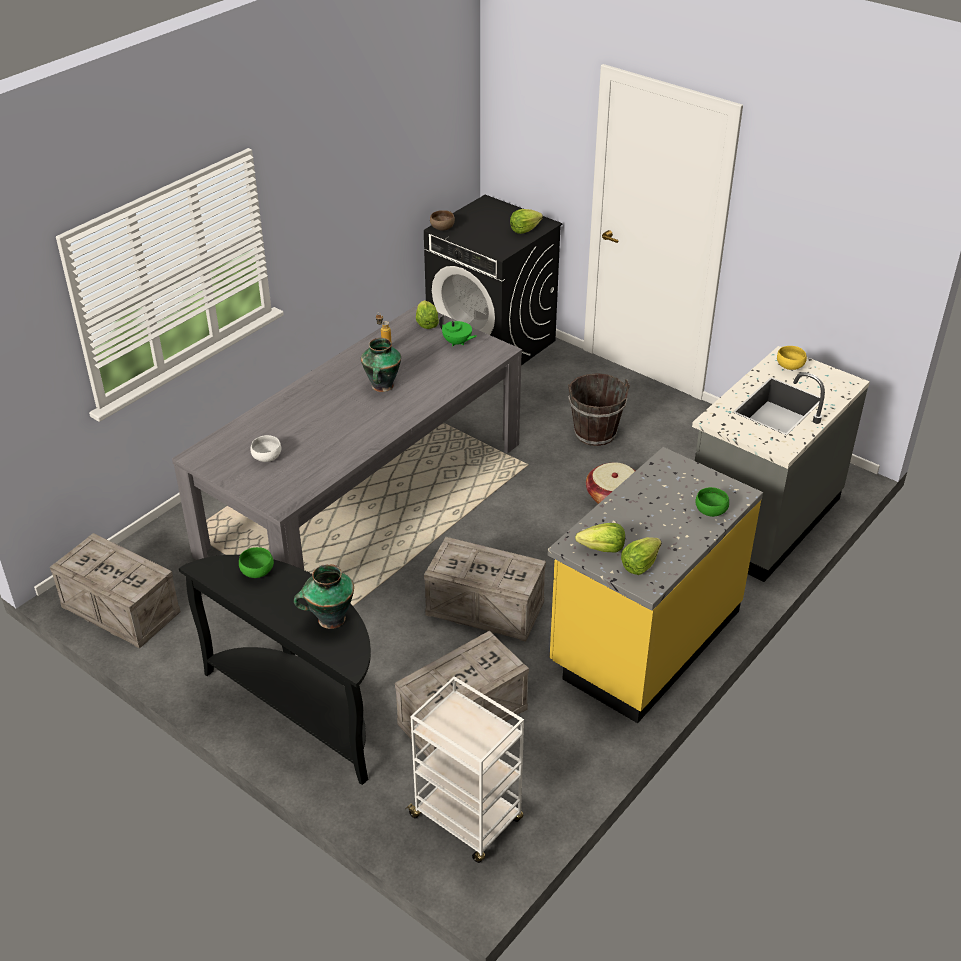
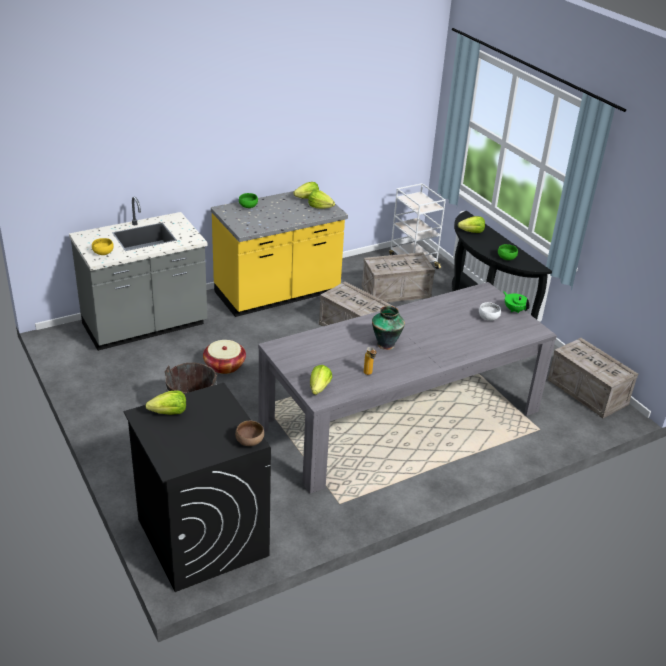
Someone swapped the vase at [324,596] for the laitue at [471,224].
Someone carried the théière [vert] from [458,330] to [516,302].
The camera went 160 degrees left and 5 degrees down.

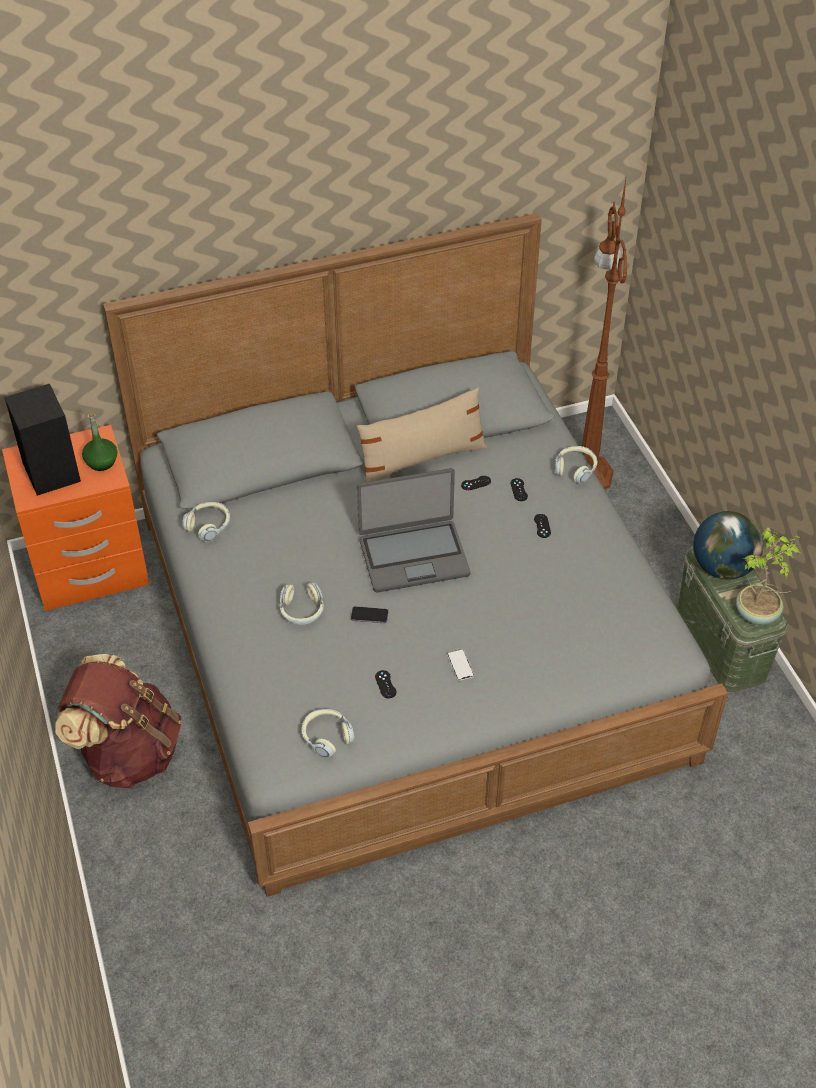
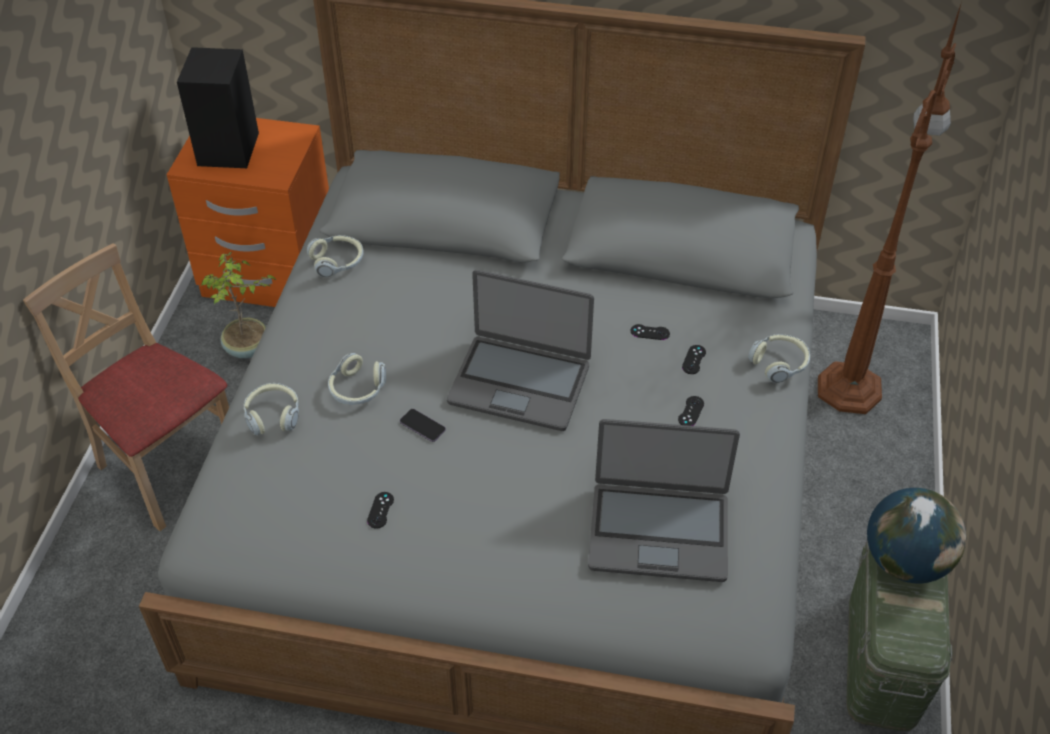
Someone swapped the sac à dos [marron] at [118,721] for the chaise [beige] at [126,387].
Someone carried the plante en pot from [768,576] to [239,305].
Someone carried the casque audio from [327,733] to [271,409].
Someone put down the ordinateur portable at [664,500].
Someone took away the bouteille [vert] at [100,441].
Someone took away the coussin [beige] at [422,434].
Someone took away the téléphone at [461,665].
The camera went 30 degrees right and 0 degrees up.

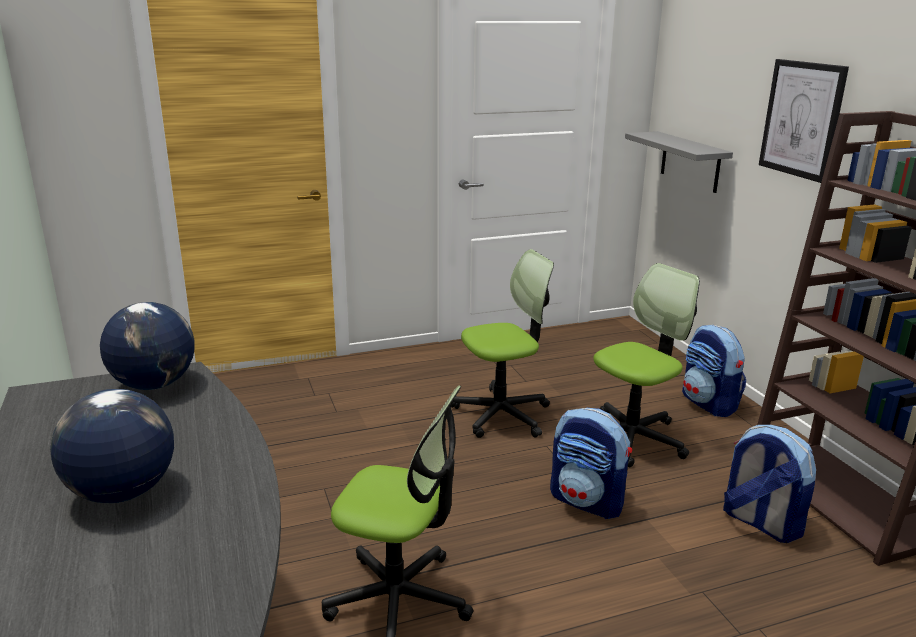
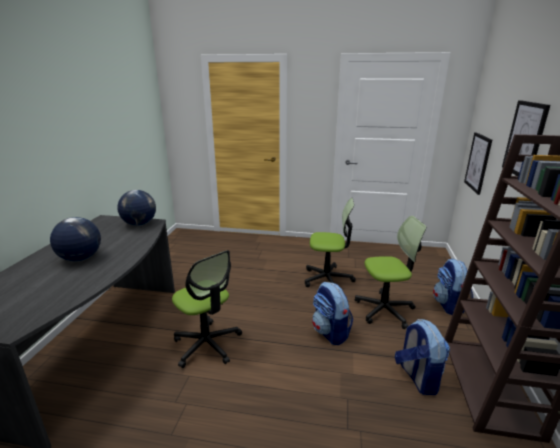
Someone swapped the étagère [gris] at [679,162] for the tableau at [478,163].
The camera went 30 degrees right and 0 degrees up.

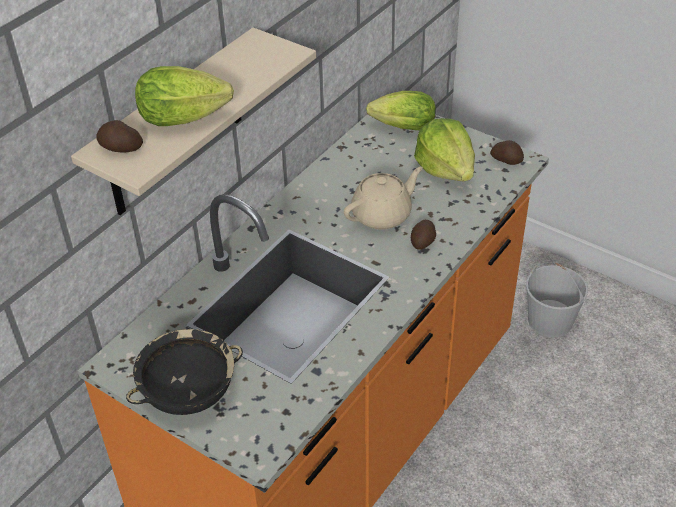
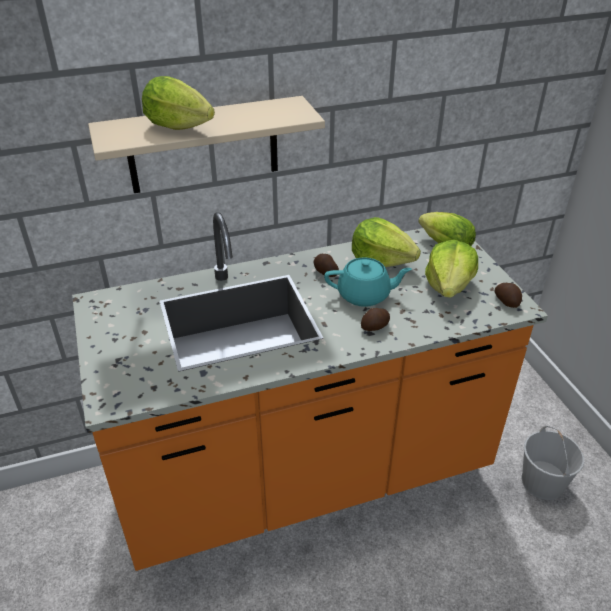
Someone carried the pomme de terre from [119,136] to [326,265].
Someone repainted the théière [beige] at [383,198], which became the théière [turquoise] at [368,282].
Someone put down the laitue at [386,242].
Someone took away the bol [noir] at [184,372].
The camera went 35 degrees right and 5 degrees down.

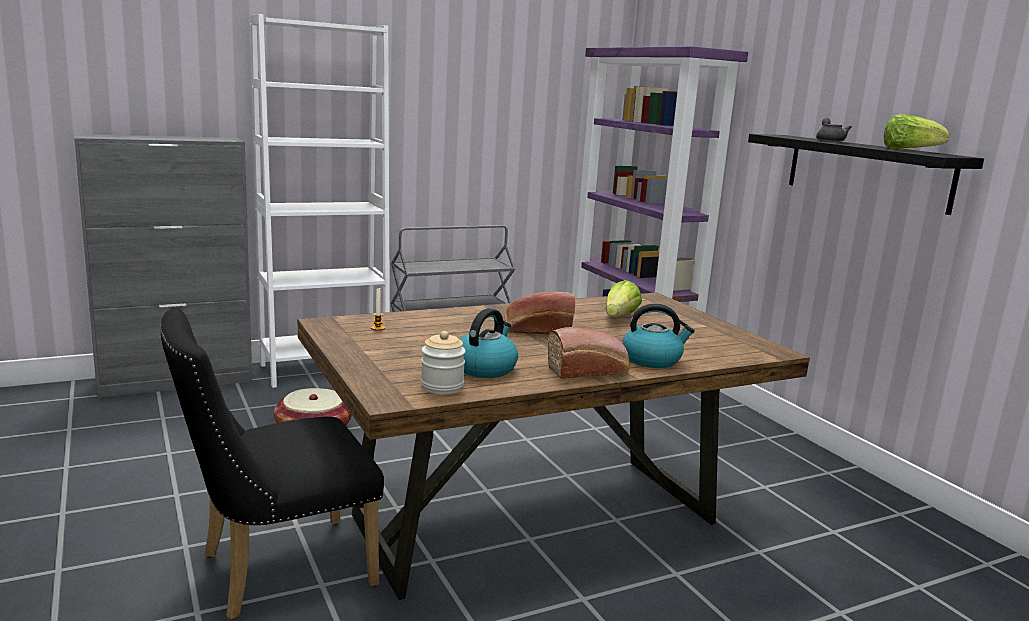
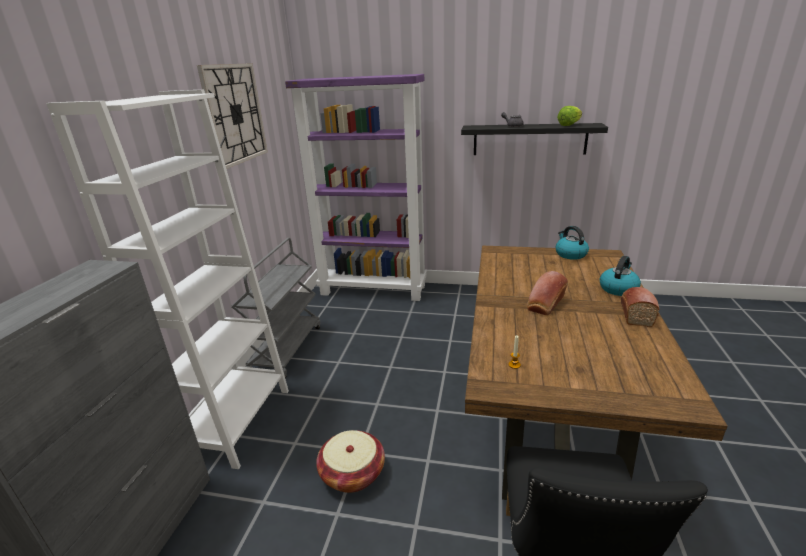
Someone put up the horloge murale at [232,116].
Someone carried the bouilloire from [489,343] to [572,243].
Someone took away the bocal at [443,362].
Someone took away the laitue at [623,298].
The camera went 50 degrees left and 10 degrees up.

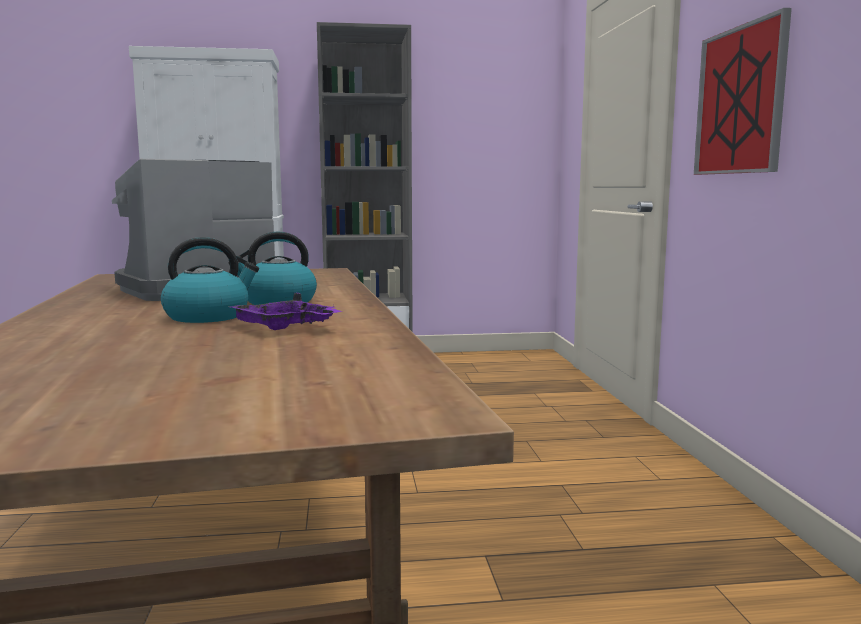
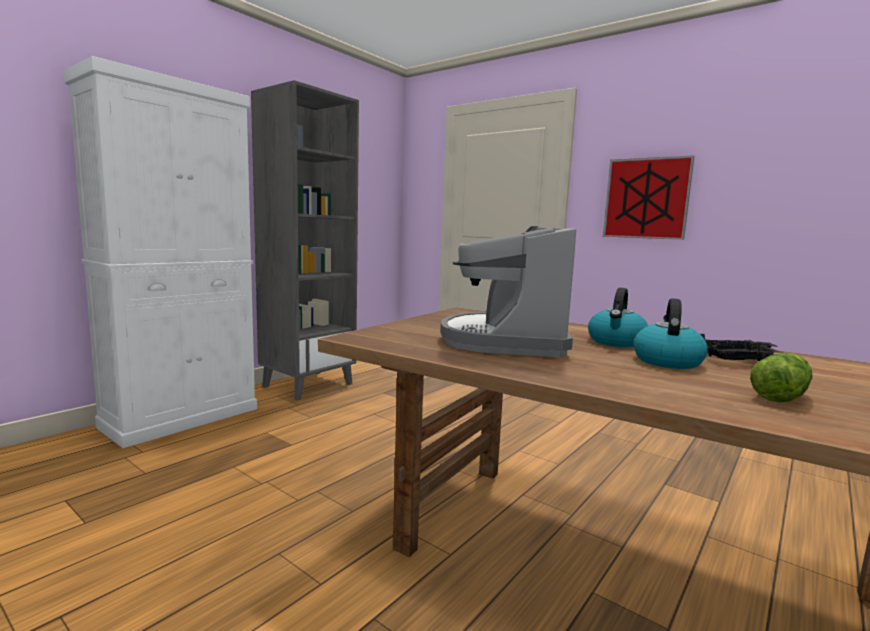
Someone repainted the plateau [violet] at [286,311], which became the plateau [noir] at [742,347].
Someone put down the laitue at [781,378].
The camera went 45 degrees left and 0 degrees up.

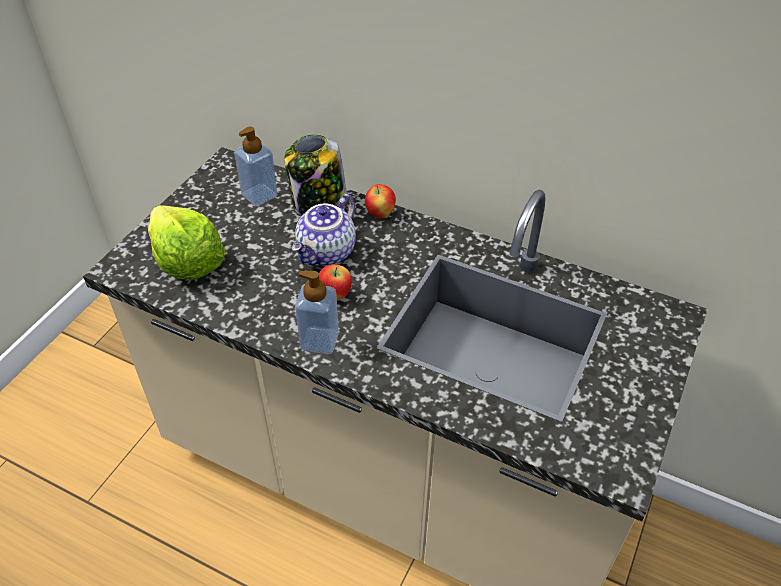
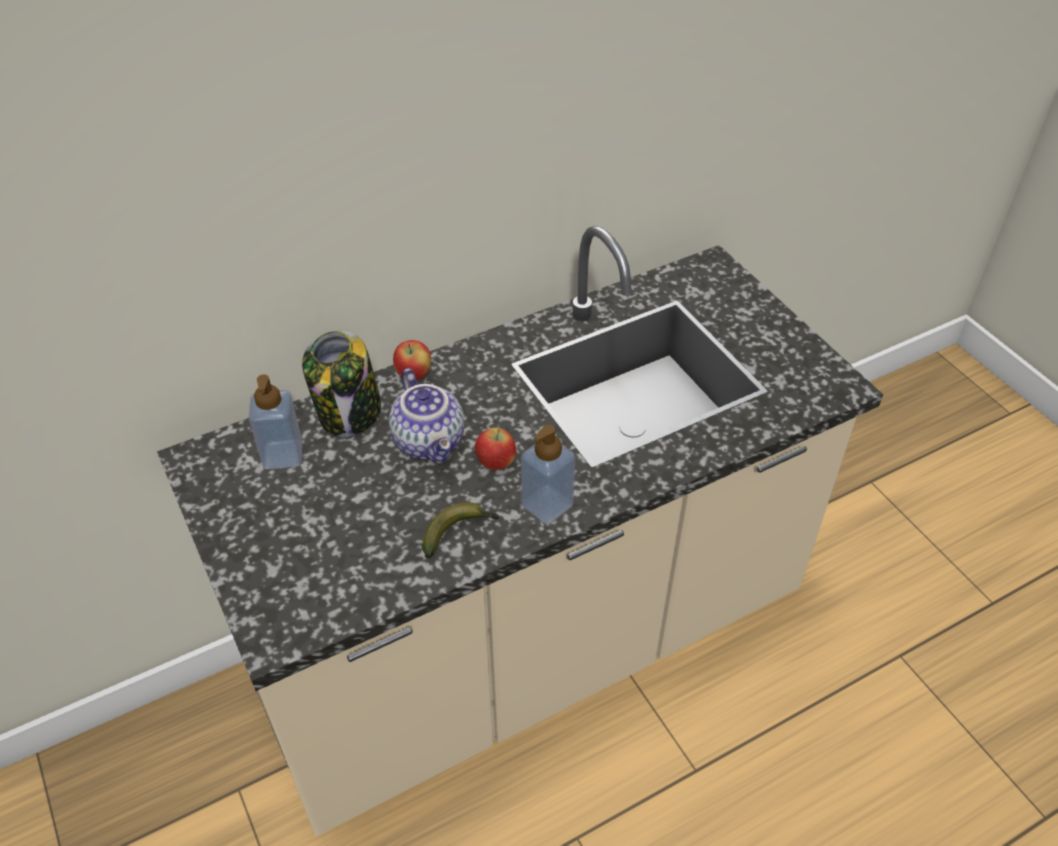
Someone put down the banane at [461,530].
Someone took away the laitue at [186,242].
The camera went 55 degrees left and 0 degrees up.

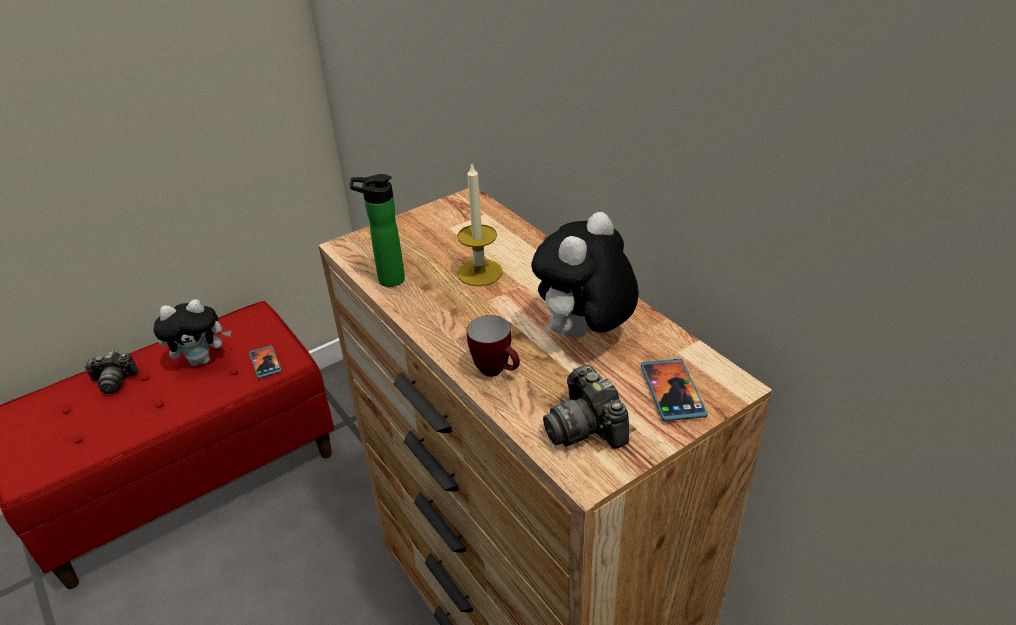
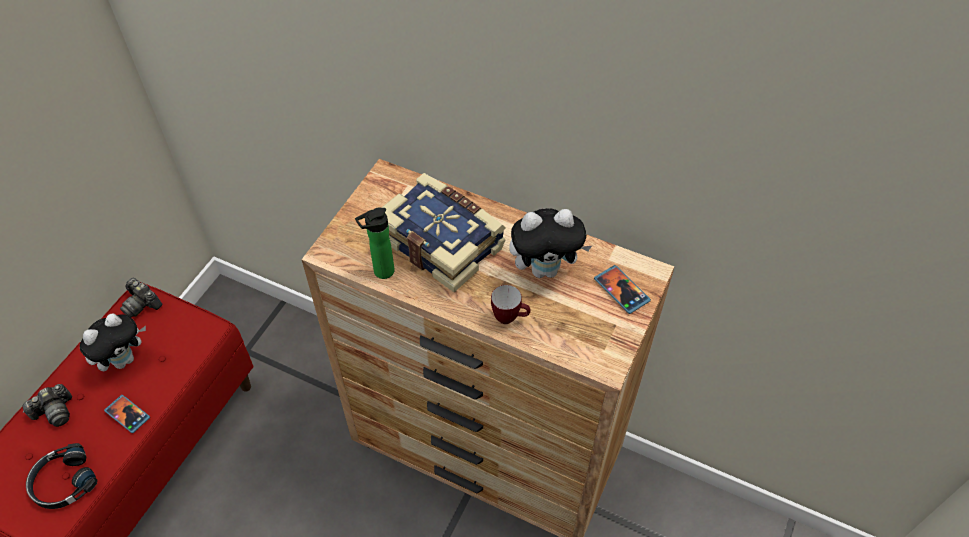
Someone put down the casque audio [noir] at [62,476].
Someone carried the téléphone from [265,361] to [127,414].
Someone carried the appareil photo from [586,406] to [141,297].
Someone swapped the bougie at [480,224] for the livre at [443,232].
Someone rotated the peluche at [585,275] by 105 degrees counterclockwise.
The camera went 30 degrees left and 15 degrees up.

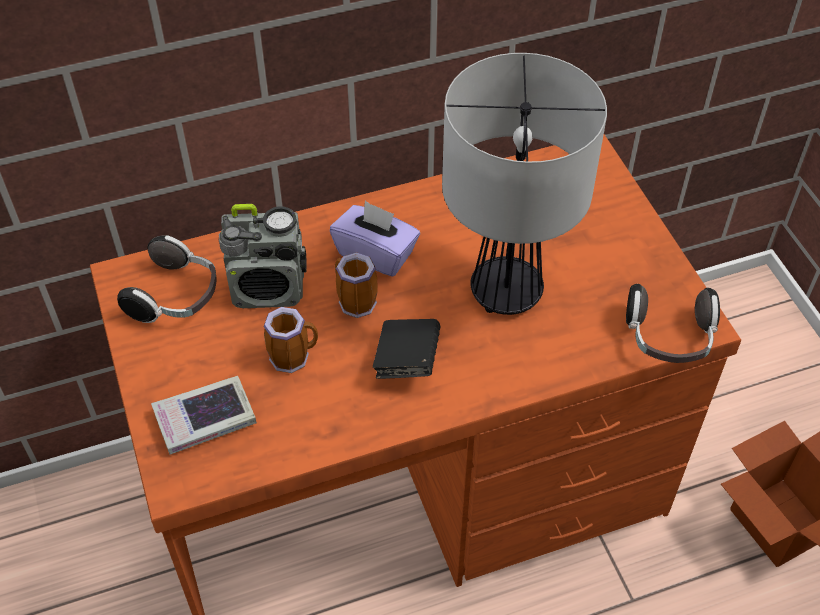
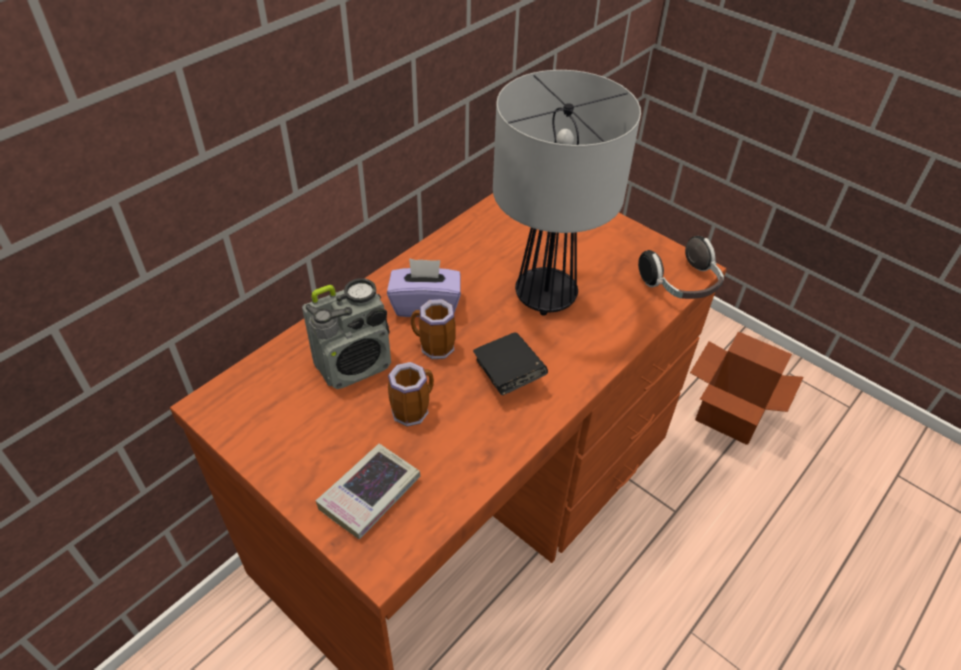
Someone took away the casque audio at [166,279].
The camera went 30 degrees left and 5 degrees down.

